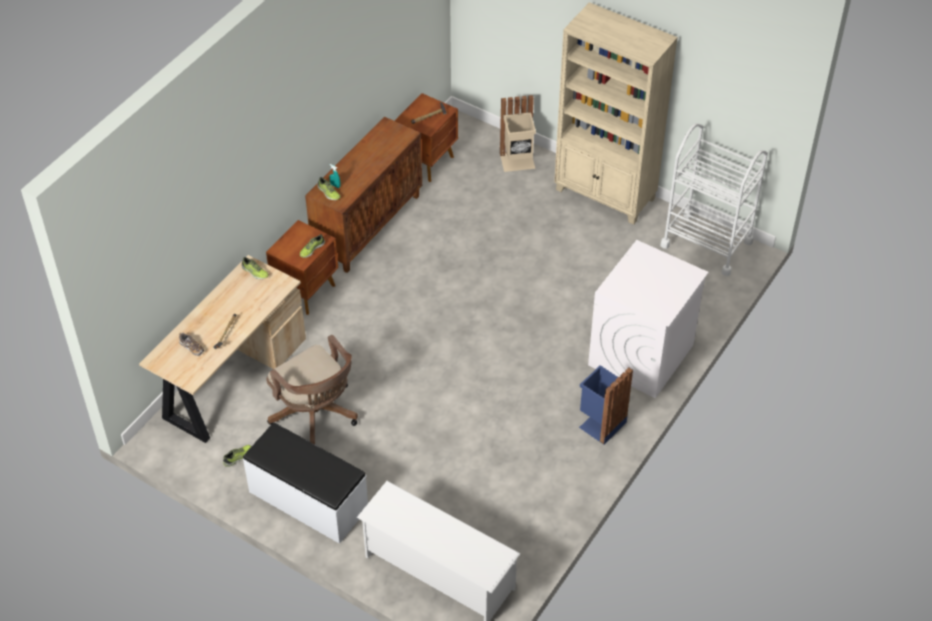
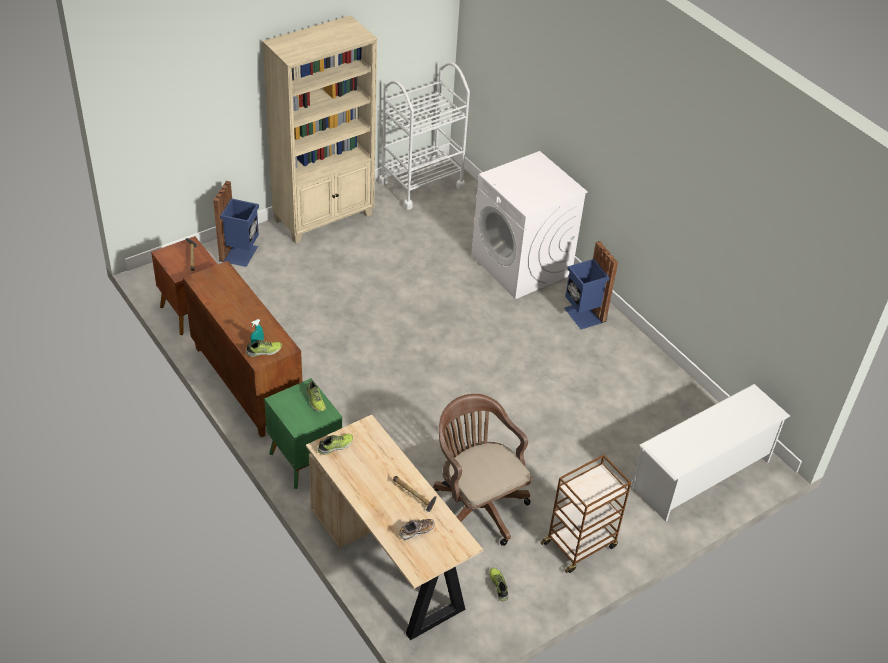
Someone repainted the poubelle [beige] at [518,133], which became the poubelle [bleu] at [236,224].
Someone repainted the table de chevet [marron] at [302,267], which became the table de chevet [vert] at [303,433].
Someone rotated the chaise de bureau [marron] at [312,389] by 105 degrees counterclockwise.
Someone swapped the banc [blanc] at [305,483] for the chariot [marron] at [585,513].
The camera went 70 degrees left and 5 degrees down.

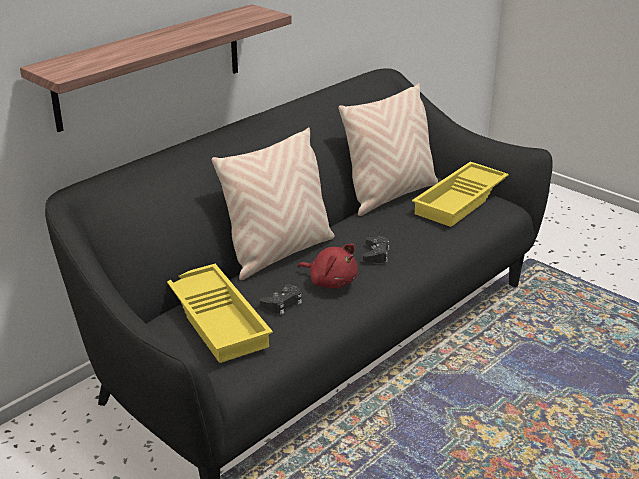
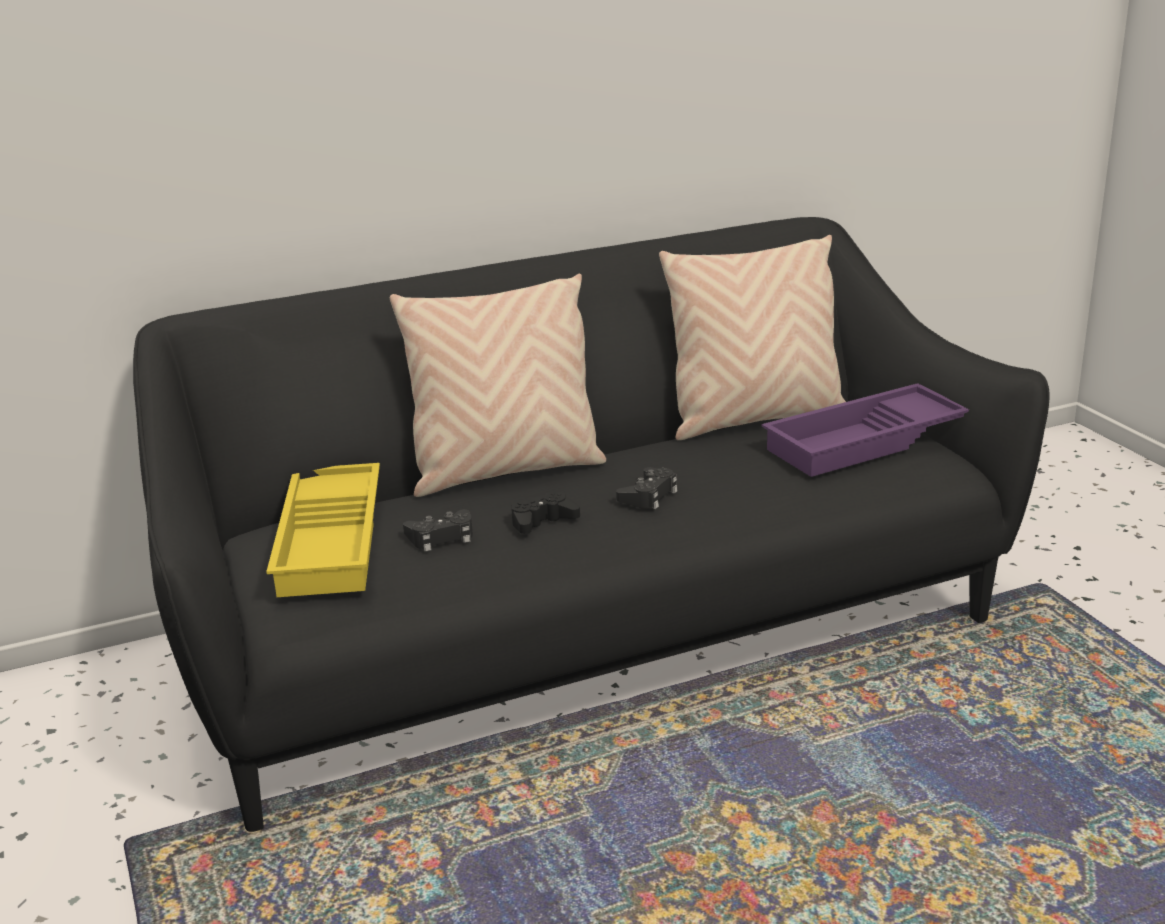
Someone swapped the peluche [rouge] at [328,266] for the manette [noir] at [545,512].
Someone repainted the plateau [jaune] at [460,194], which became the plateau [violet] at [865,430].
Someone took away the étagère at [156,68].
The camera went 25 degrees right and 5 degrees down.

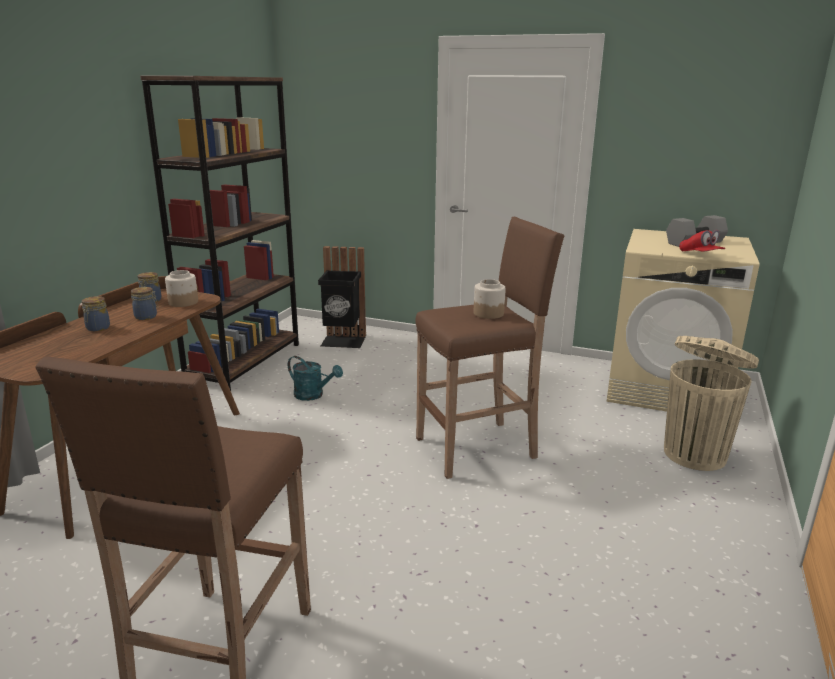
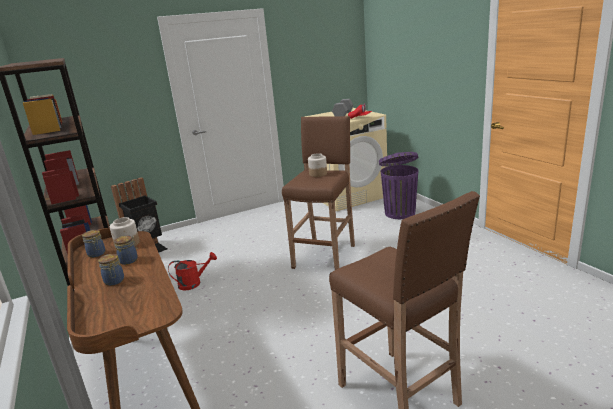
Someone repainted the arrosoir [turquoise] at [315,378], which became the arrosoir [rouge] at [192,271].
Someone repainted the poubelle [beige] at [711,403], which became the poubelle [violet] at [399,185].
The camera went 45 degrees left and 0 degrees up.

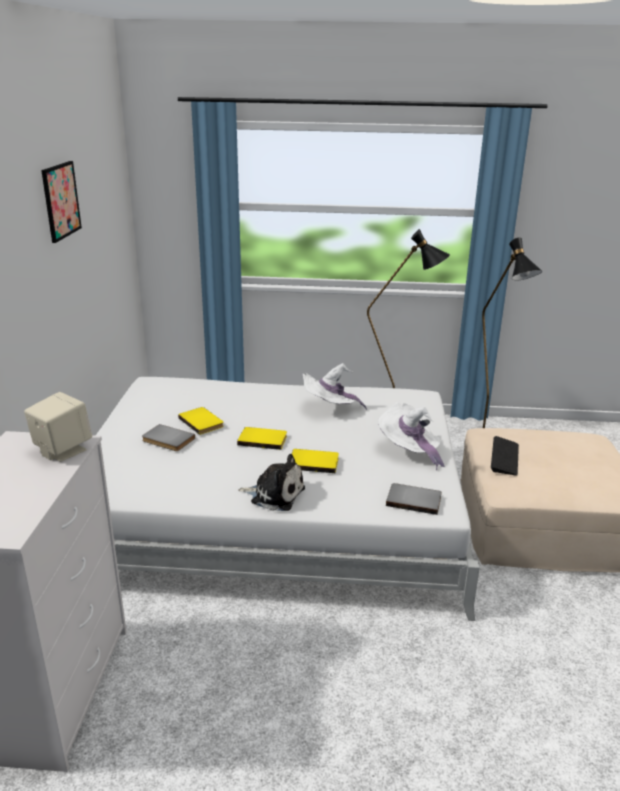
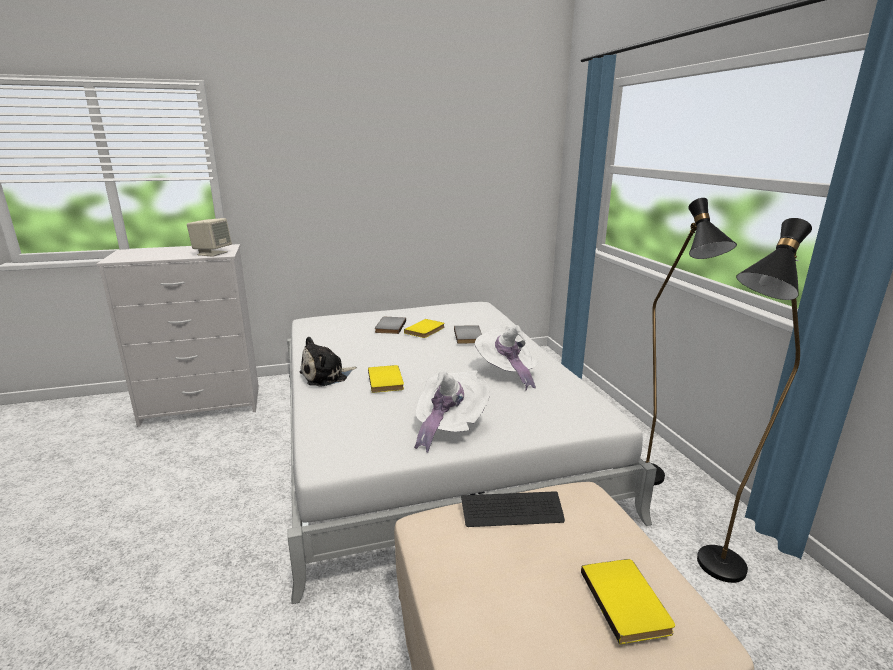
Someone rotated the peluche at [271,482] by 60 degrees clockwise.
Someone carried the livre [gris] from [414,499] to [468,334].
Someone carried the livre [jaune] from [262,438] to [628,601].
Someone took away the tableau at [61,202].
The camera went 70 degrees right and 5 degrees down.

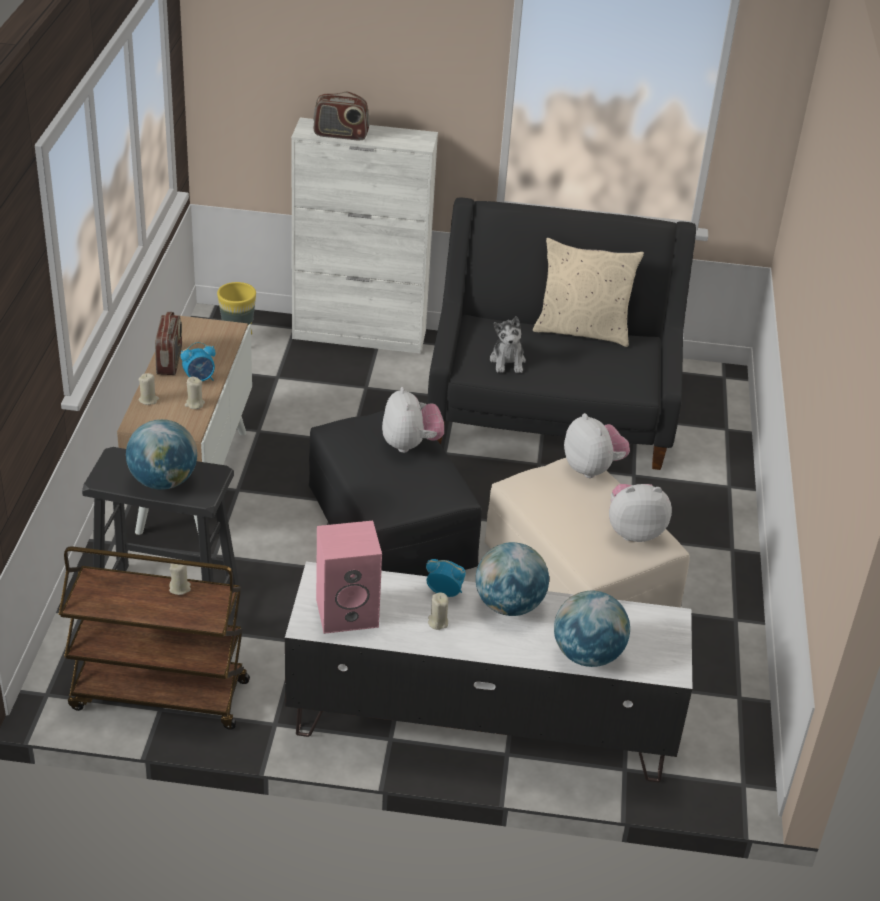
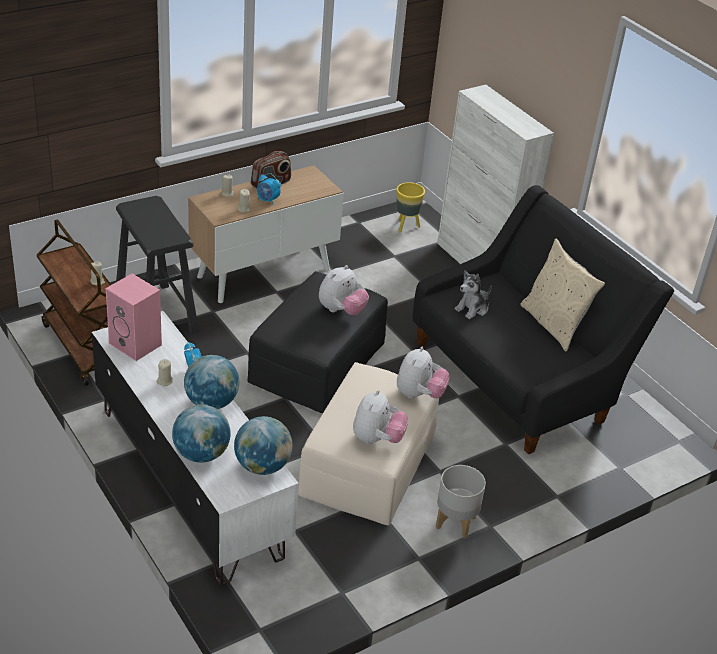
Someone carried the globe from [161,454] to [263,445].
Someone rotated the peluche at [640,513] by 60 degrees clockwise.
Someone put down the cache-pot [gris] at [461,501].
Someone took away the radio at [341,116].
The camera went 50 degrees right and 0 degrees up.

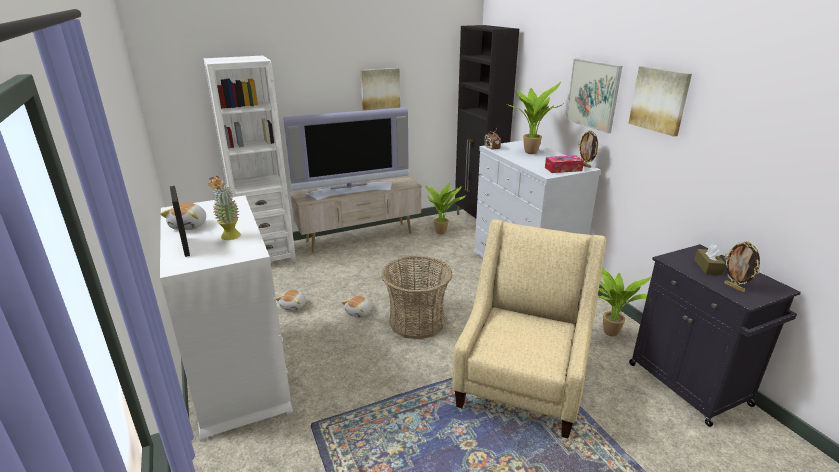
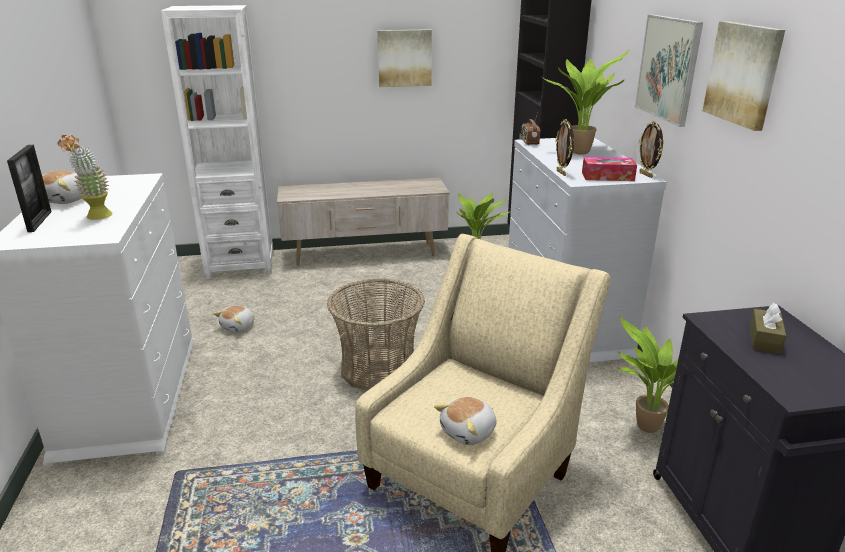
Someone carried the peluche from [356,307] to [465,421].
Someone carried the cadre photo from [742,266] to [565,147].
Someone took away the téléviseur at [346,153].
The camera went 15 degrees right and 0 degrees up.

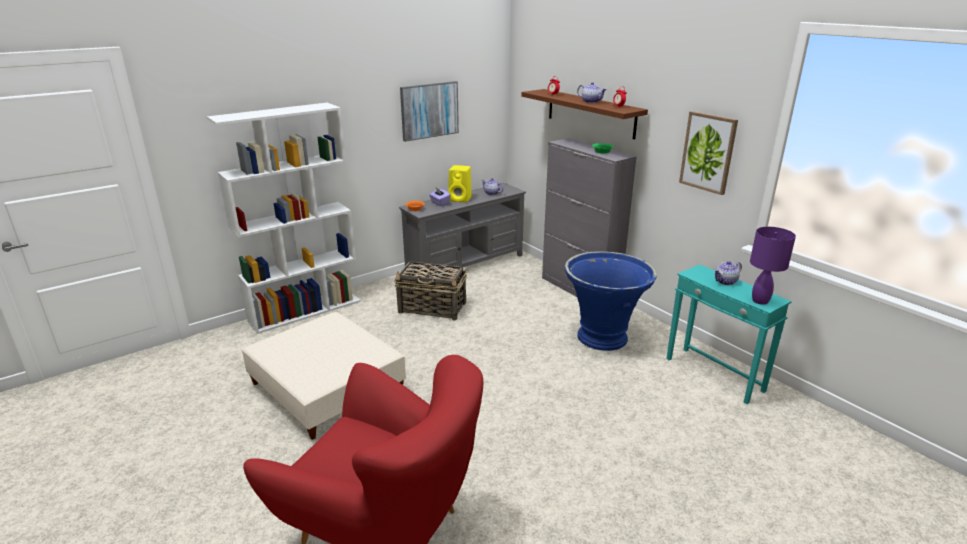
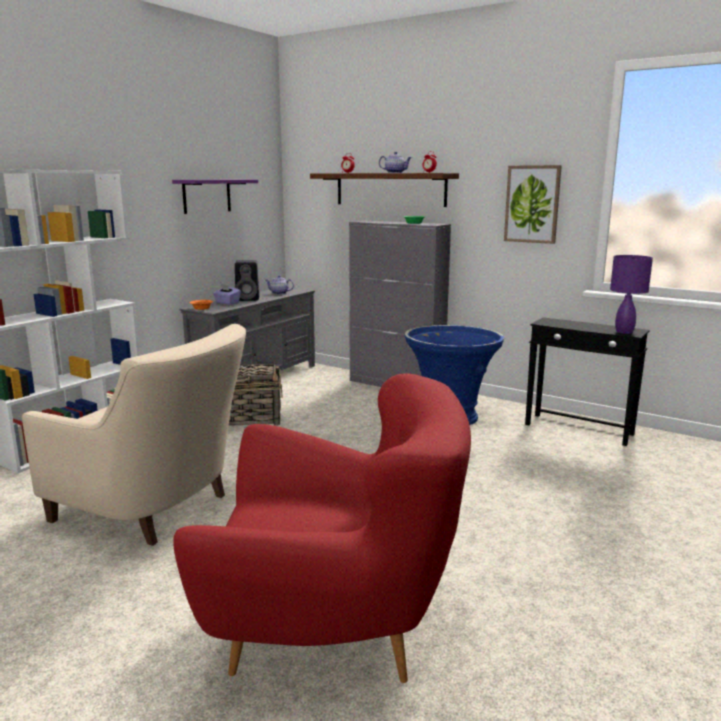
Someone swapped the pouf [beige] at [324,376] for the fauteuil [beige] at [134,435].
Someone swapped the tableau at [429,111] for the étagère [violet] at [215,197].
Someone repainted the enceinte [jaune] at [460,184], which became the enceinte [noir] at [247,280].
Someone repainted the table d'appoint [turquoise] at [729,334], which became the table d'appoint [noir] at [587,381].
Someone took away the théière at [728,273].
The camera went 20 degrees left and 10 degrees down.

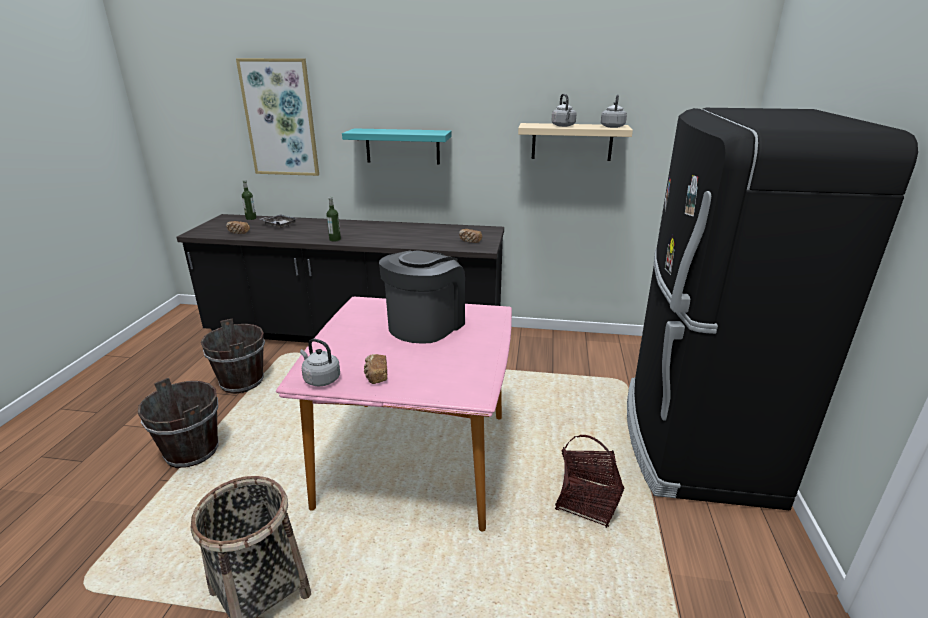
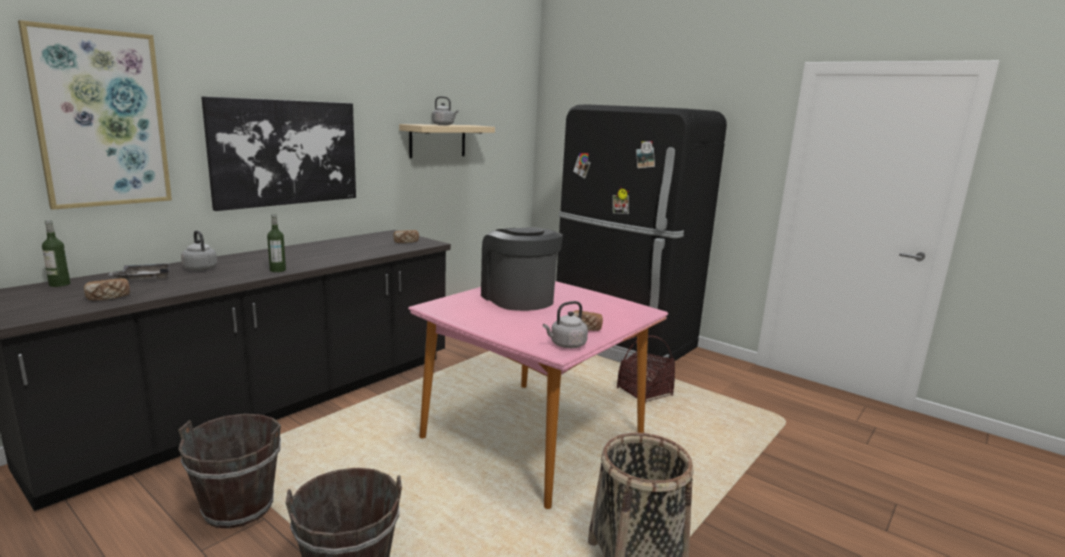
Someone carried the bouilloire [gris] from [614,111] to [199,250].
Someone swapped the étagère [turquoise] at [397,146] for the tableau at [278,153].
The camera went 60 degrees left and 10 degrees down.

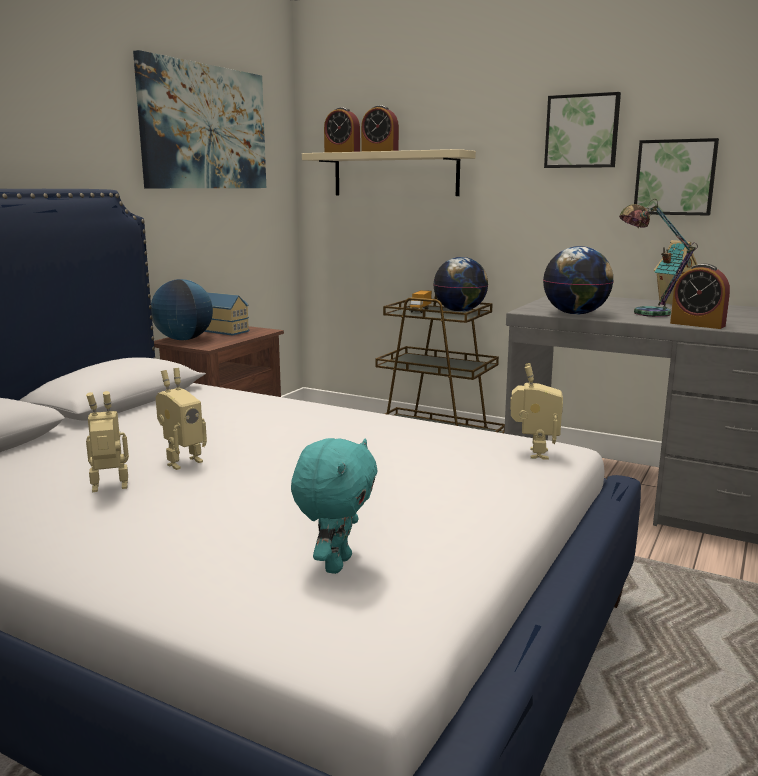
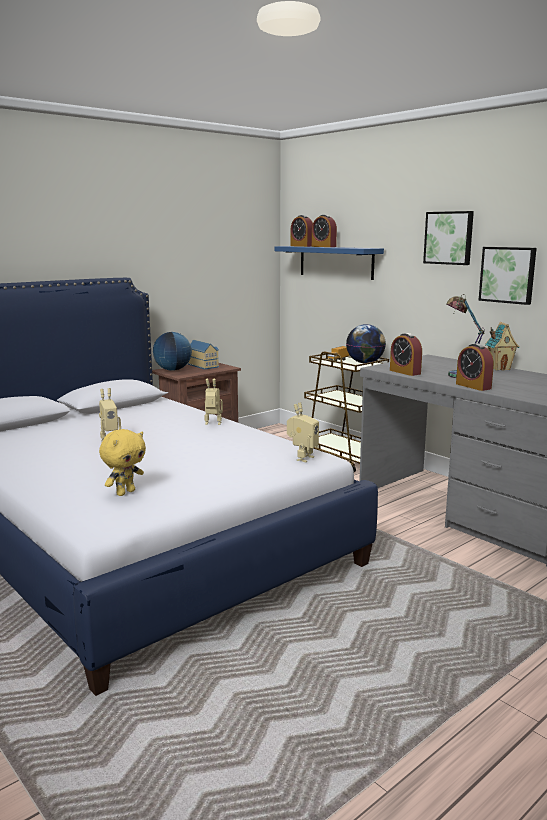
Someone repainted the peluche [turquoise] at [334,506], which became the peluche [jaune] at [122,462].
Someone carried the robot jouet from [107,441] to [213,402].
Someone repainted the étagère [beige] at [389,172], which became the étagère [bleu] at [329,263].
Someone swapped the globe at [578,280] for the réveil at [406,354].
Someone took away the tableau at [199,119].
The camera went 20 degrees right and 0 degrees up.

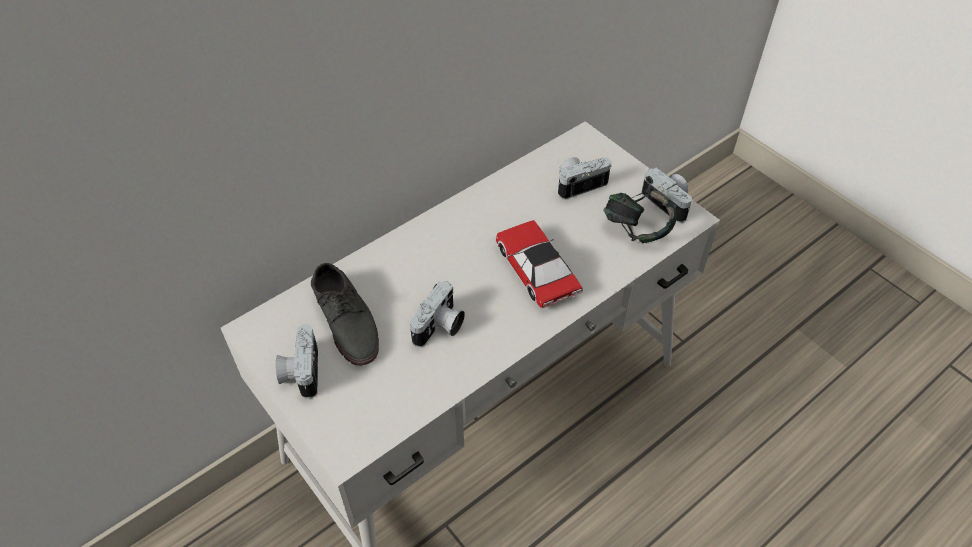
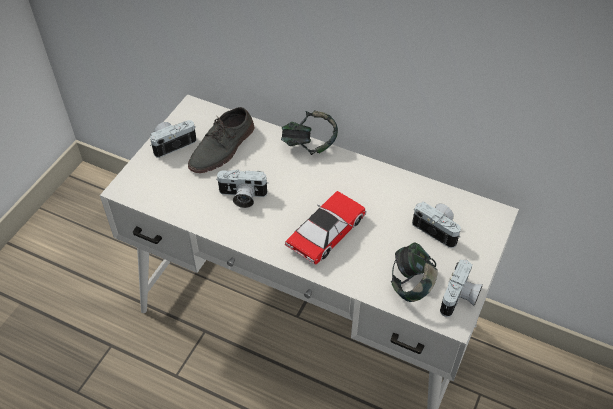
Someone put down the casque audio at [309,132].
The camera went 65 degrees right and 0 degrees up.

